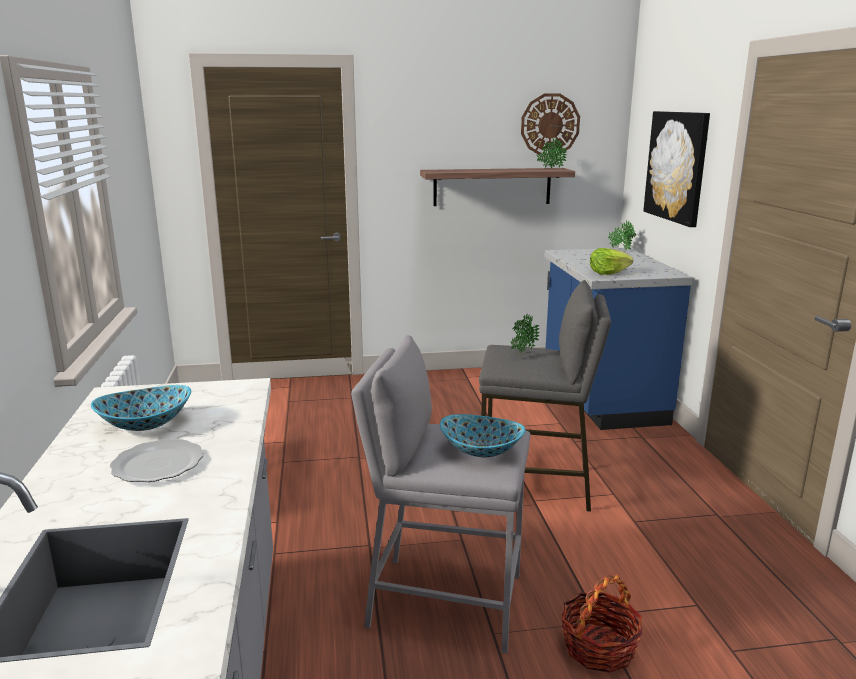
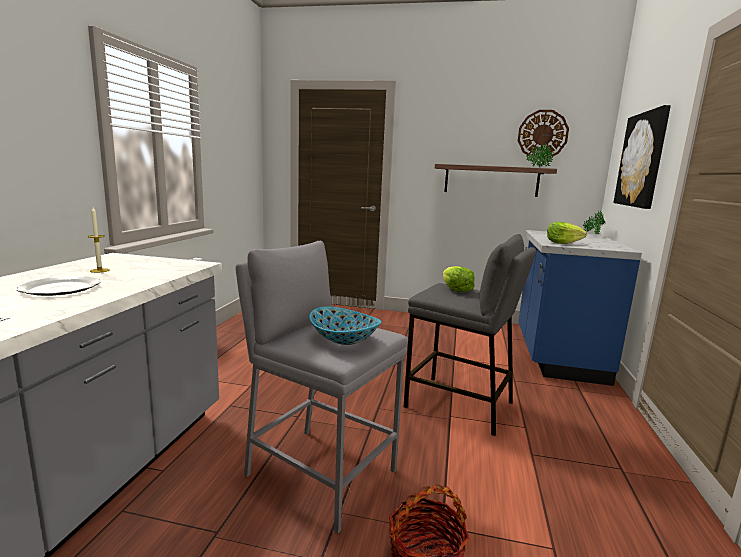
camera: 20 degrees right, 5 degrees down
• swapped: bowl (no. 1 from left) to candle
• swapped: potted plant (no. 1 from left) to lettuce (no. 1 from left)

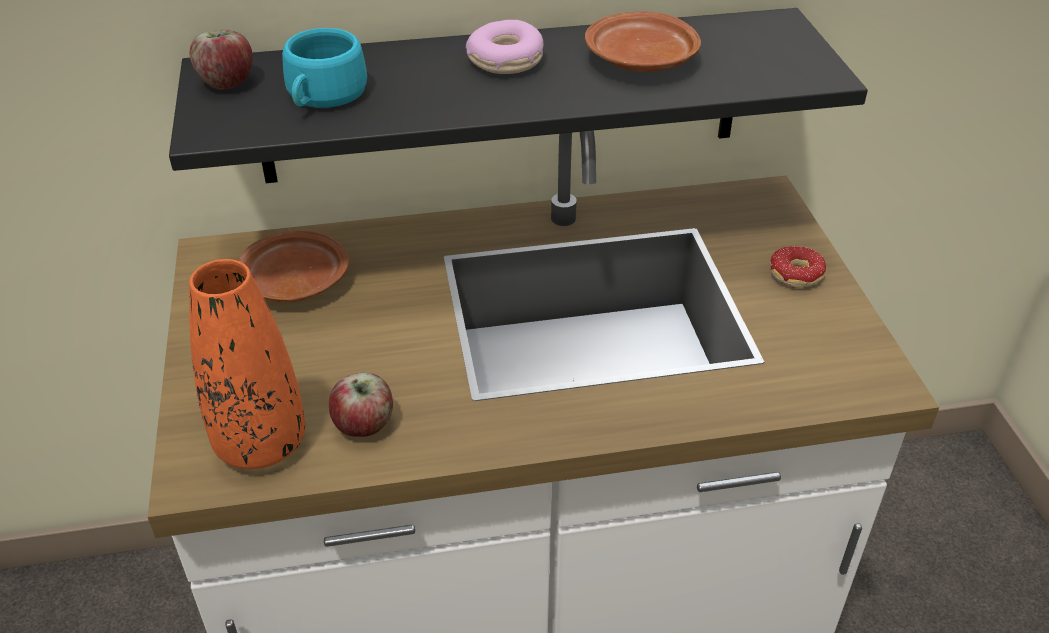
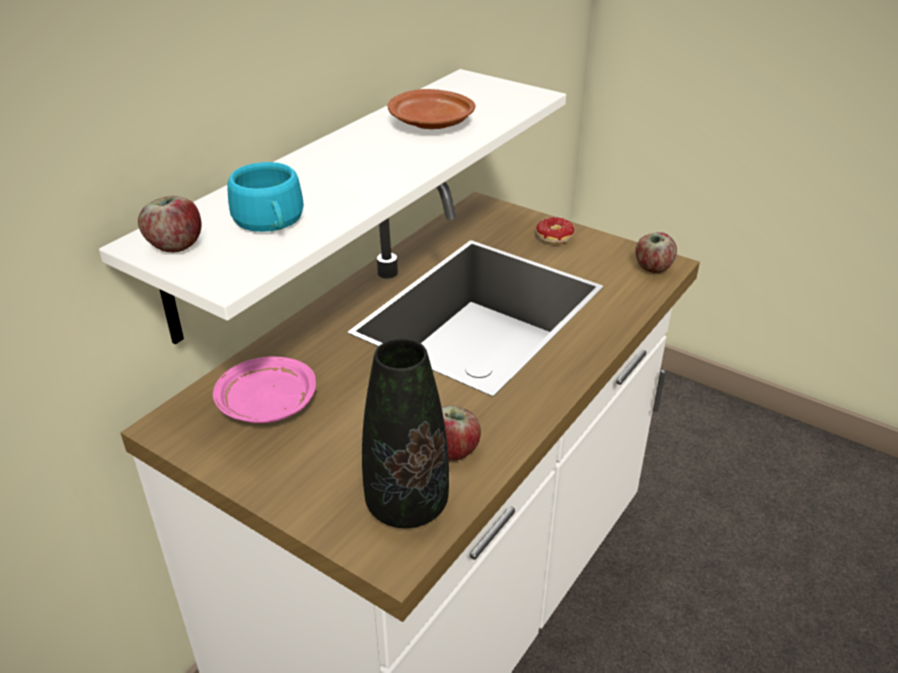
camera: 45 degrees left, 5 degrees down
• gone: donut (no. 1 from left)
• new: apple (no. 3 from left)
• repainted: shelf (black) to shelf (white)
• repainted: vase (orange) to vase (black)
• repainted: plate (brown) (no. 1 from left) to plate (pink)

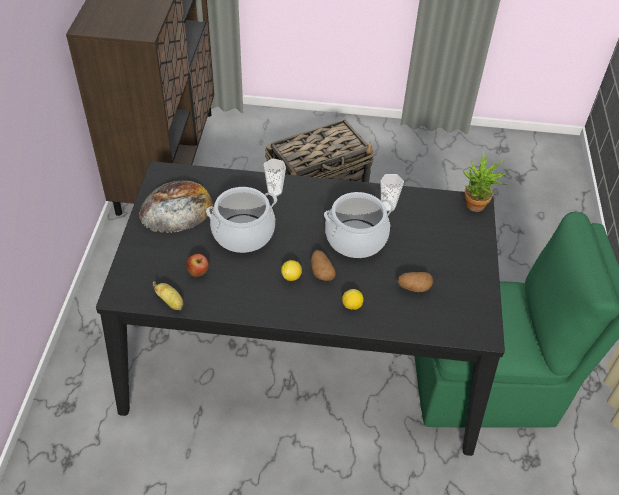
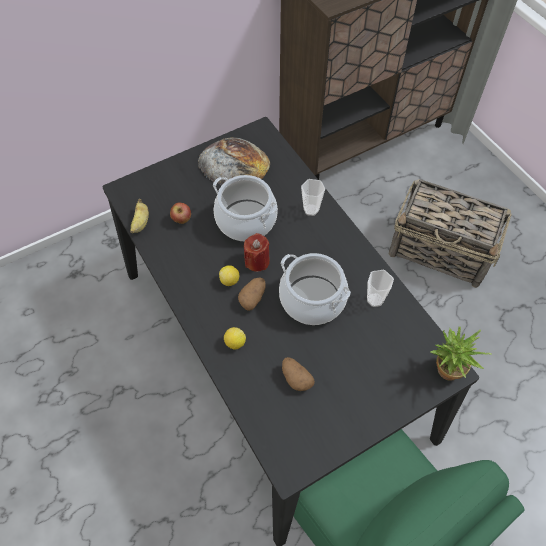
camera: 55 degrees right, 10 degrees up
• new: candle (red)

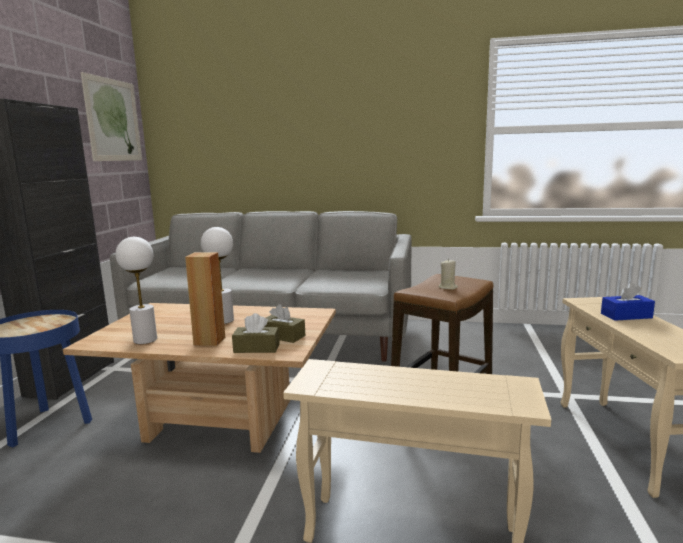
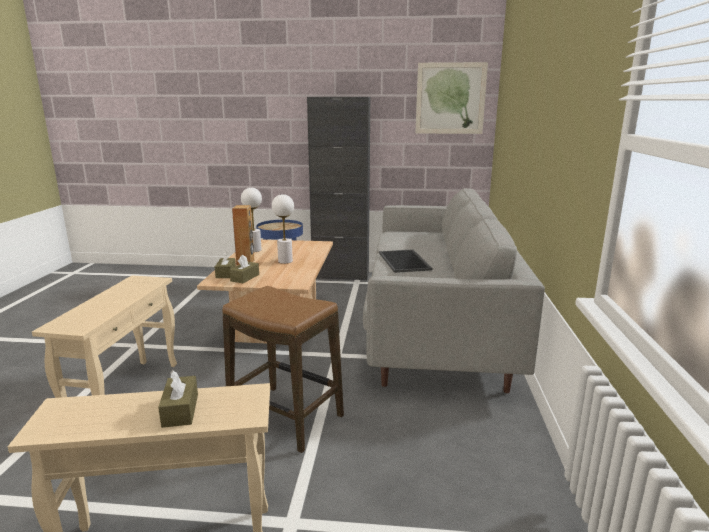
camera: 85 degrees right, 5 degrees up
• gone: candle (beige)
• new: tray
• repainted: tissue box (blue) to tissue box (brown) (no. 1 from left)

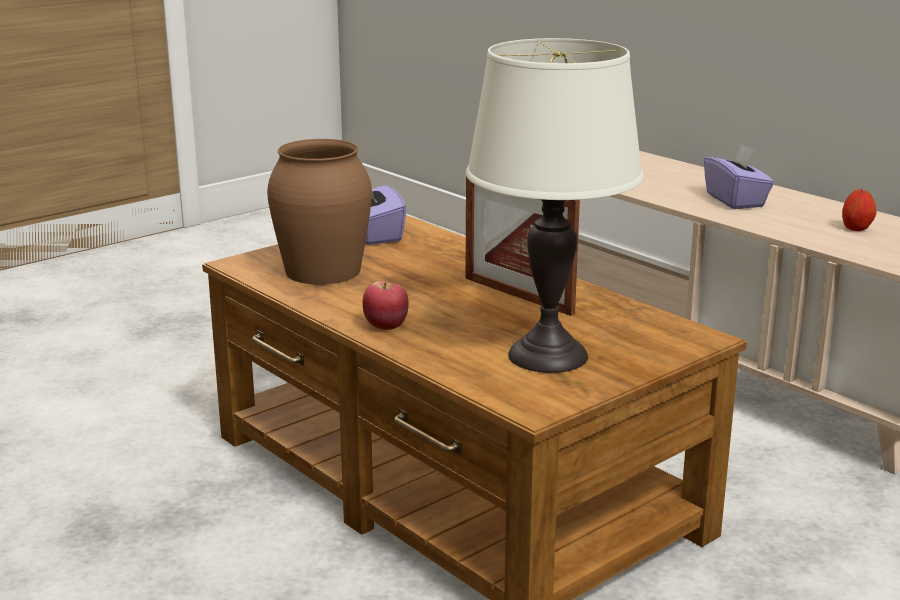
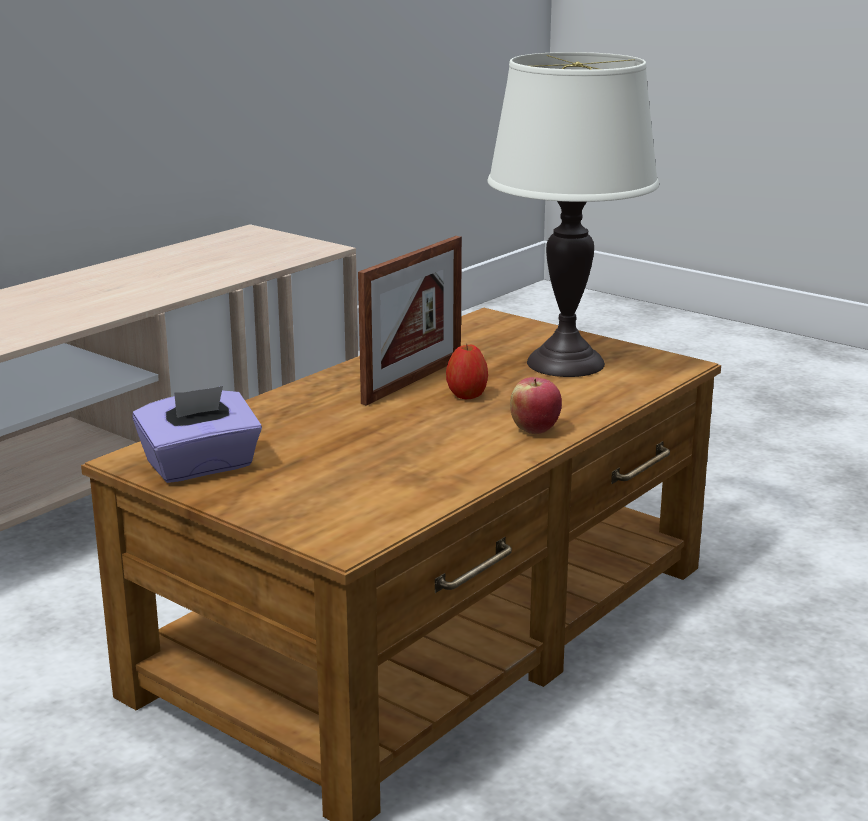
camera: 100 degrees left, 0 degrees up
• gone: vase (brown)
• gone: tissue box (purple) (no. 2 from left)
• shifted: apple (no. 2 from left in the first image) to apple (no. 1 from left)

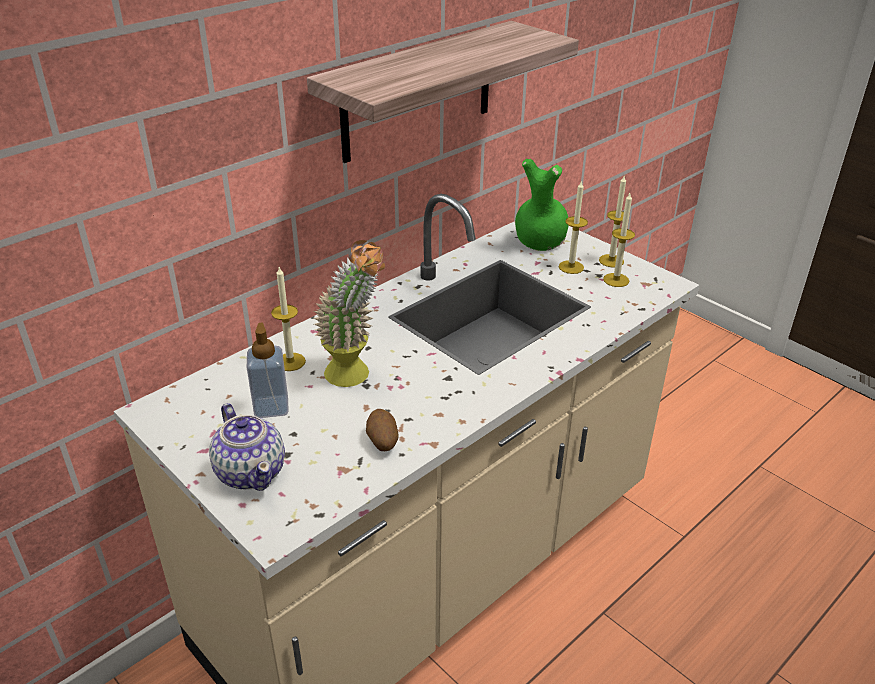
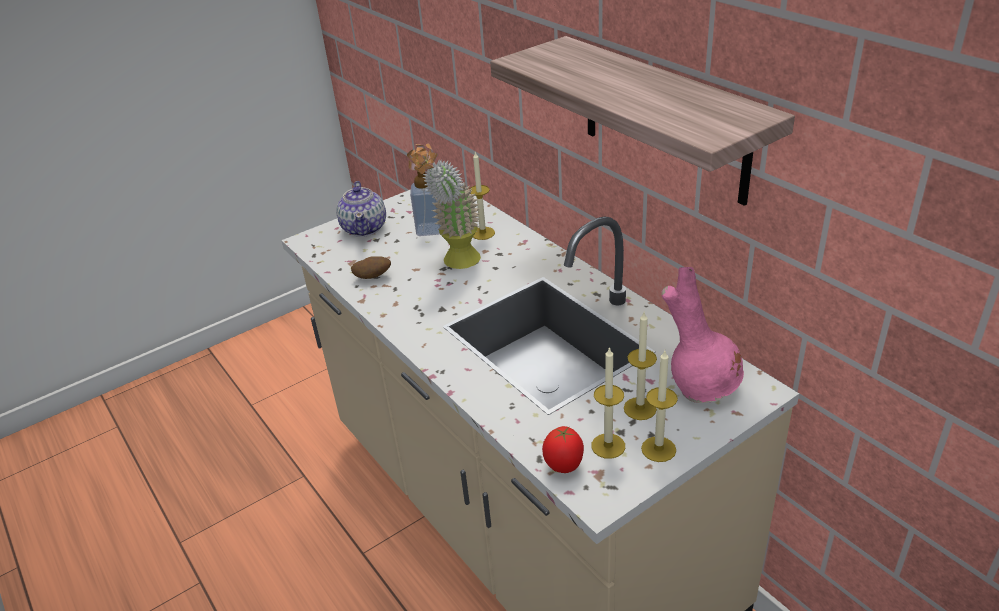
camera: 100 degrees right, 0 degrees up
• new: tomato
• repainted: vase (green) to vase (pink)
• rotated: teapot 75 degrees counterclockwise

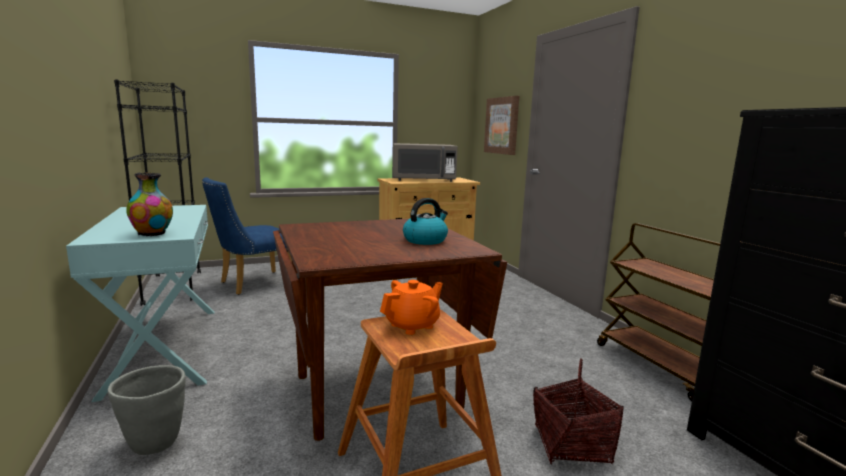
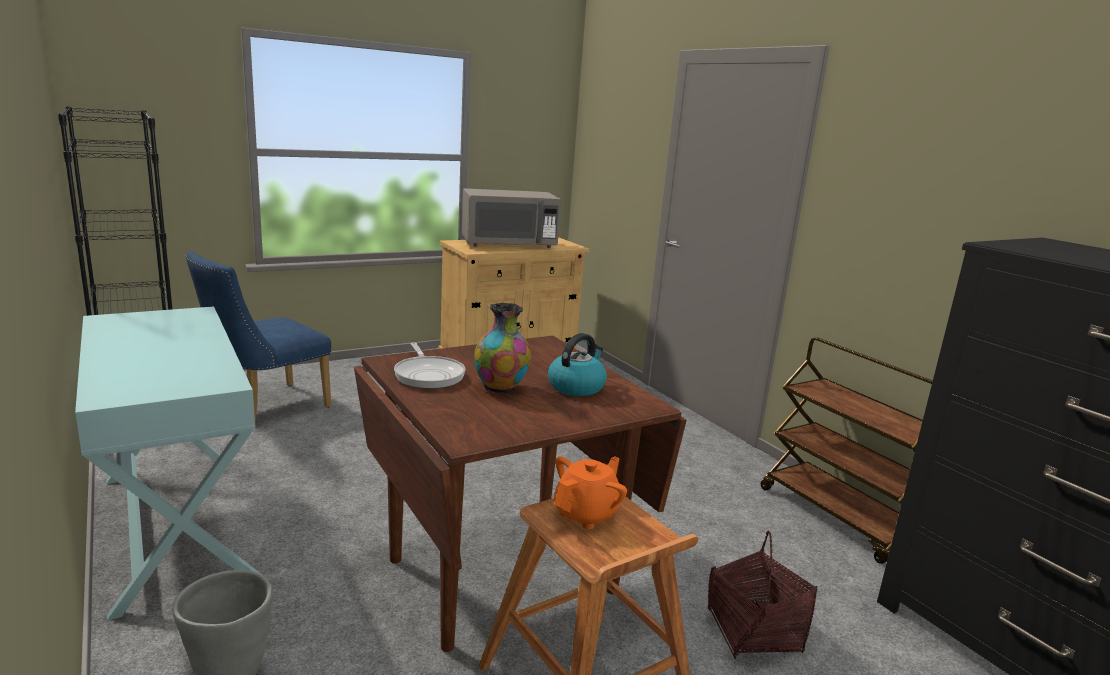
camera: 10 degrees left, 5 degrees up
• gone: picture
• new: frying pan
• shifted: vase

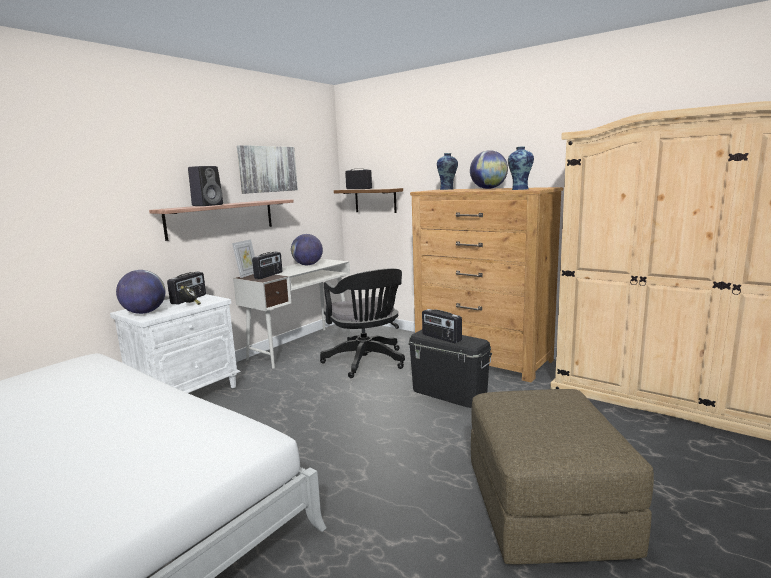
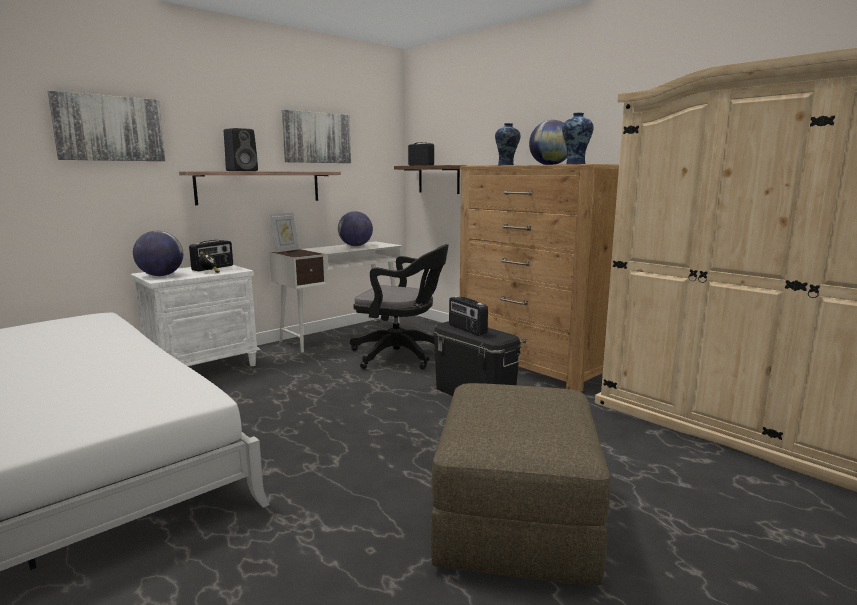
camera: 10 degrees right, 0 degrees up
• gone: radio (no. 2 from left)
• new: picture (no. 1 from left)
• rotated: office chair (black) 60 degrees counterclockwise

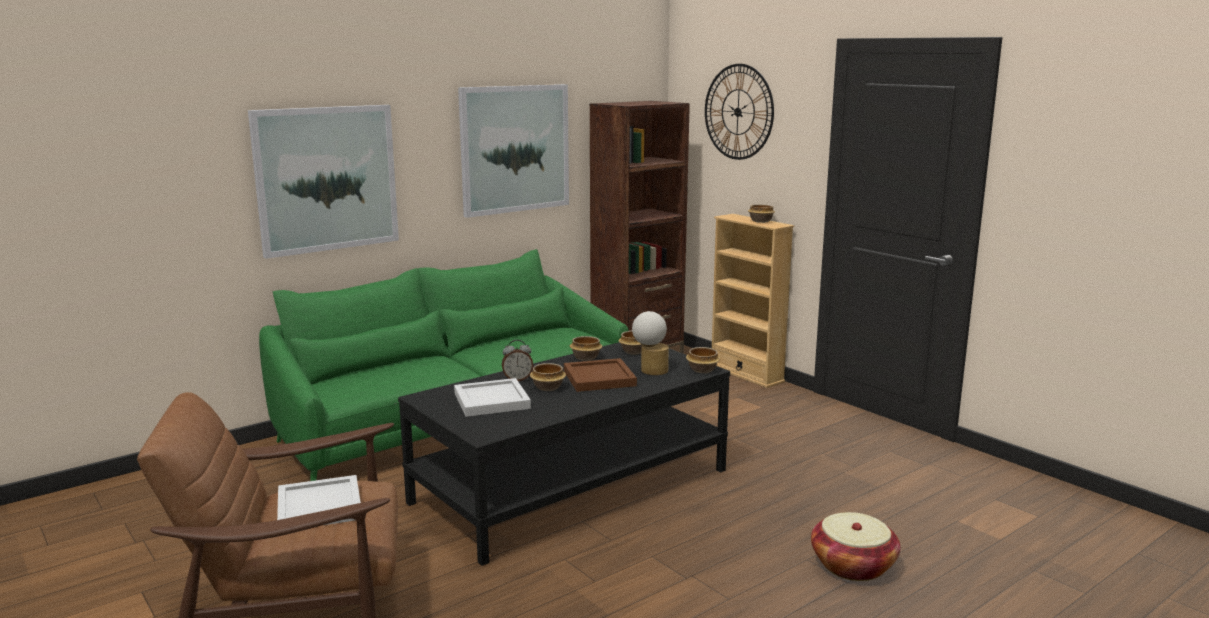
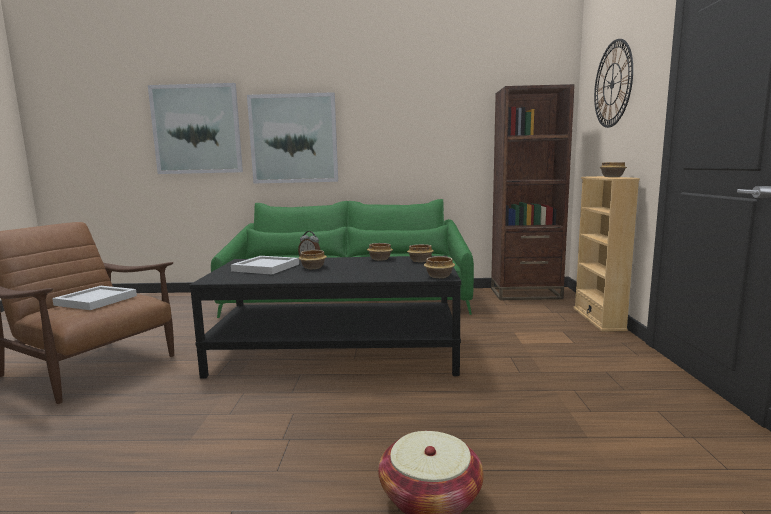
camera: 40 degrees right, 5 degrees down
• gone: tray (brown)
• gone: table lamp
• shifted: picture (no. 2 from left in the first image) to picture (no. 1 from left)

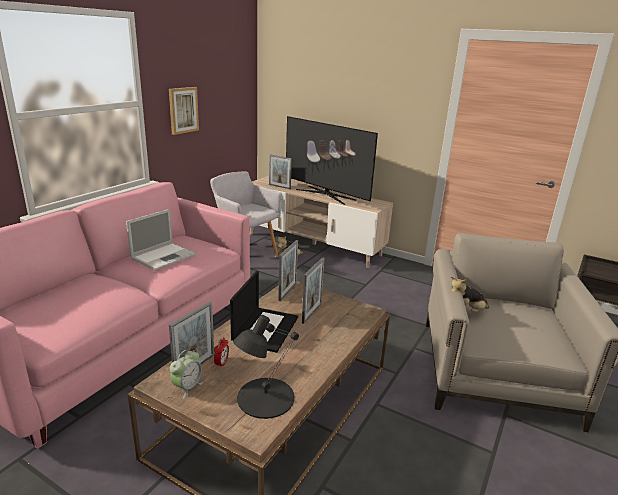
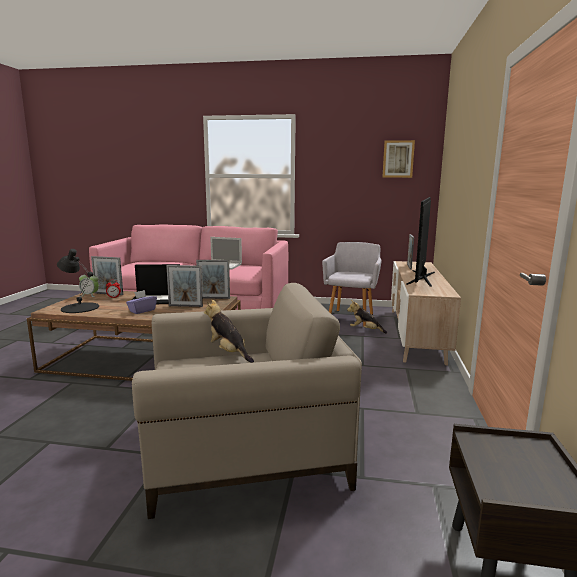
camera: 70 degrees right, 10 degrees down
• new: tissue box (purple)
• shifted: picture

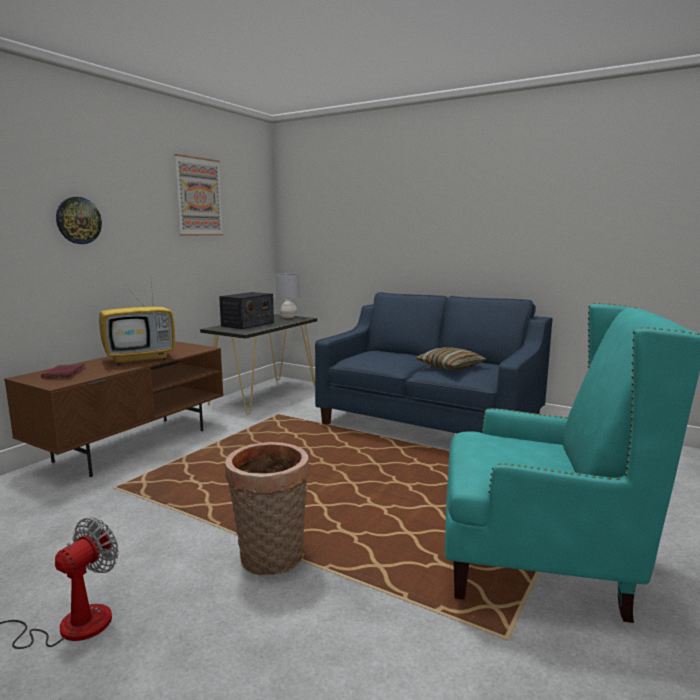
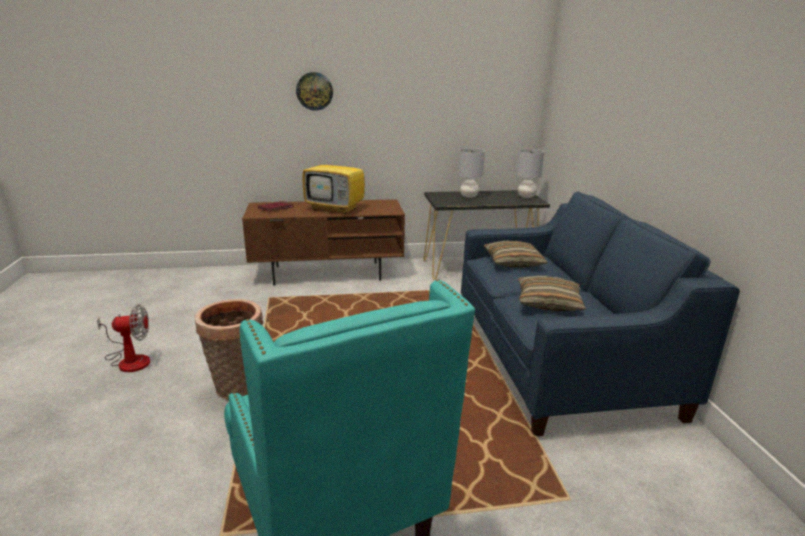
camera: 50 degrees right, 10 degrees up
• gone: picture
• new: pillow (no. 1 from left)
• swapped: radio to table lamp (grey) (no. 1 from left)

